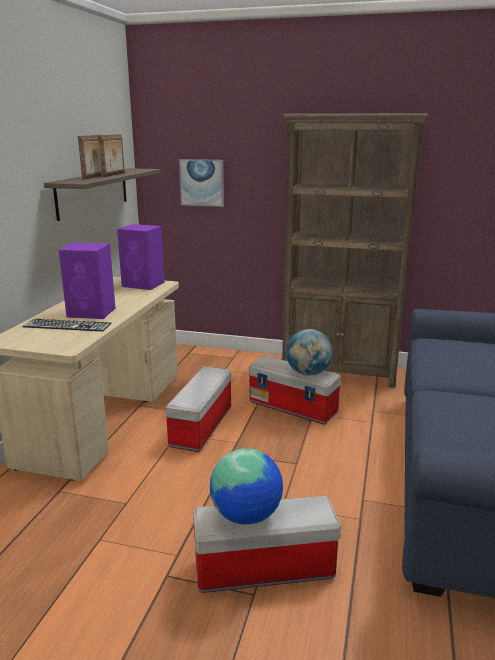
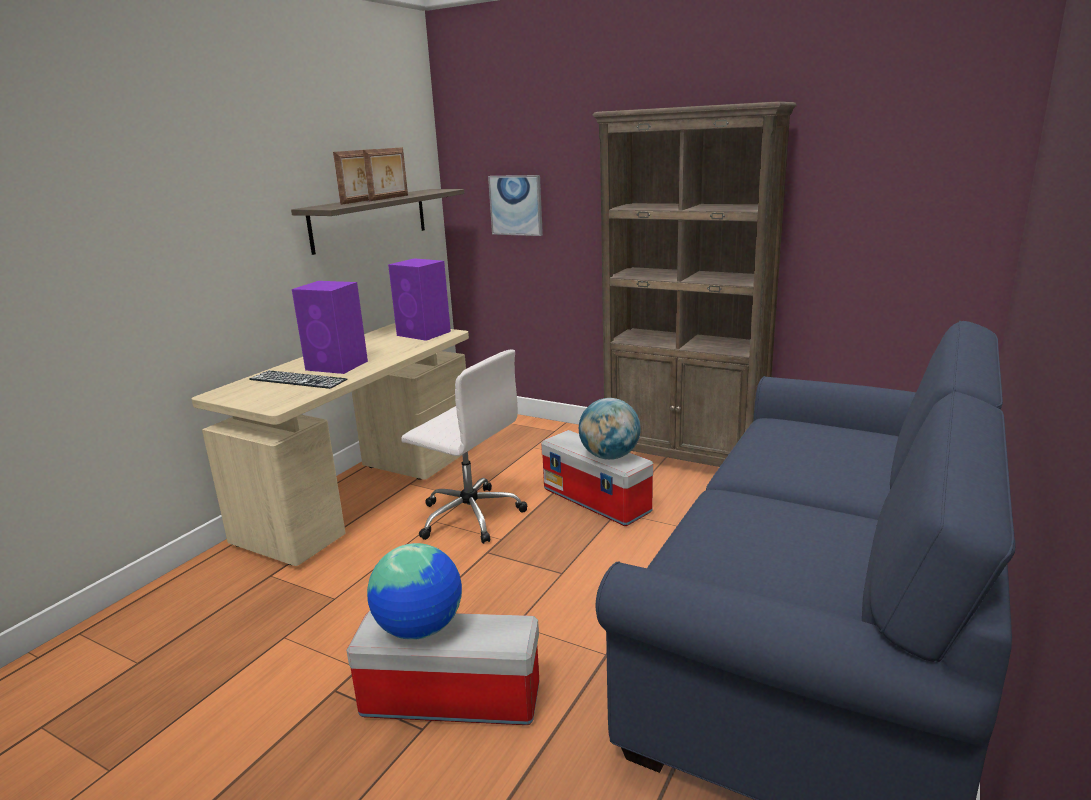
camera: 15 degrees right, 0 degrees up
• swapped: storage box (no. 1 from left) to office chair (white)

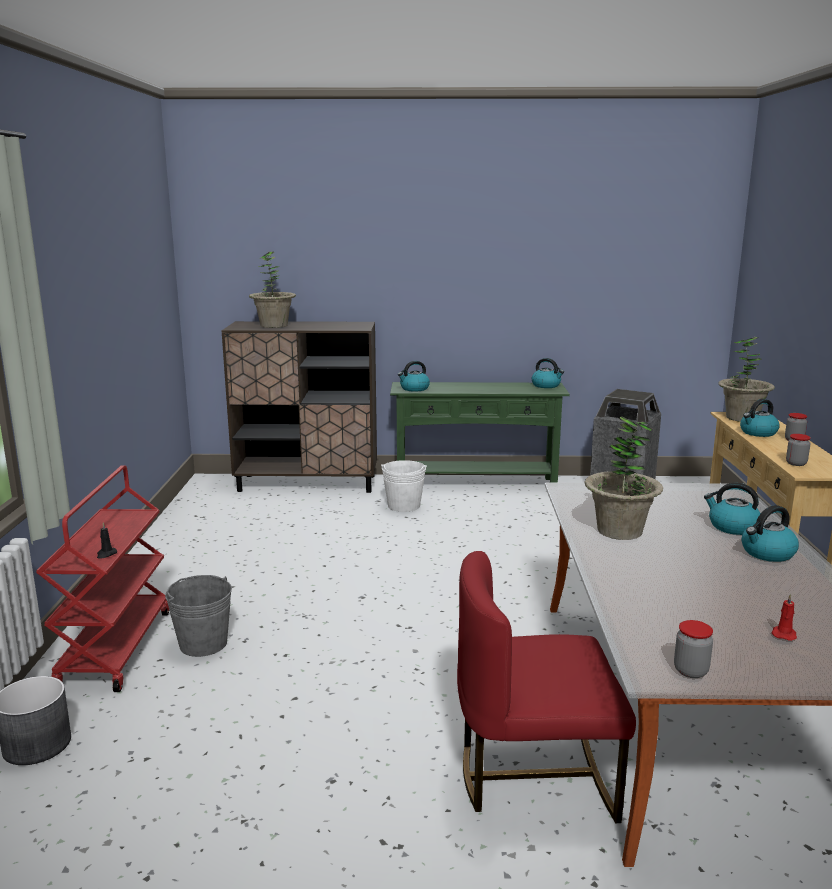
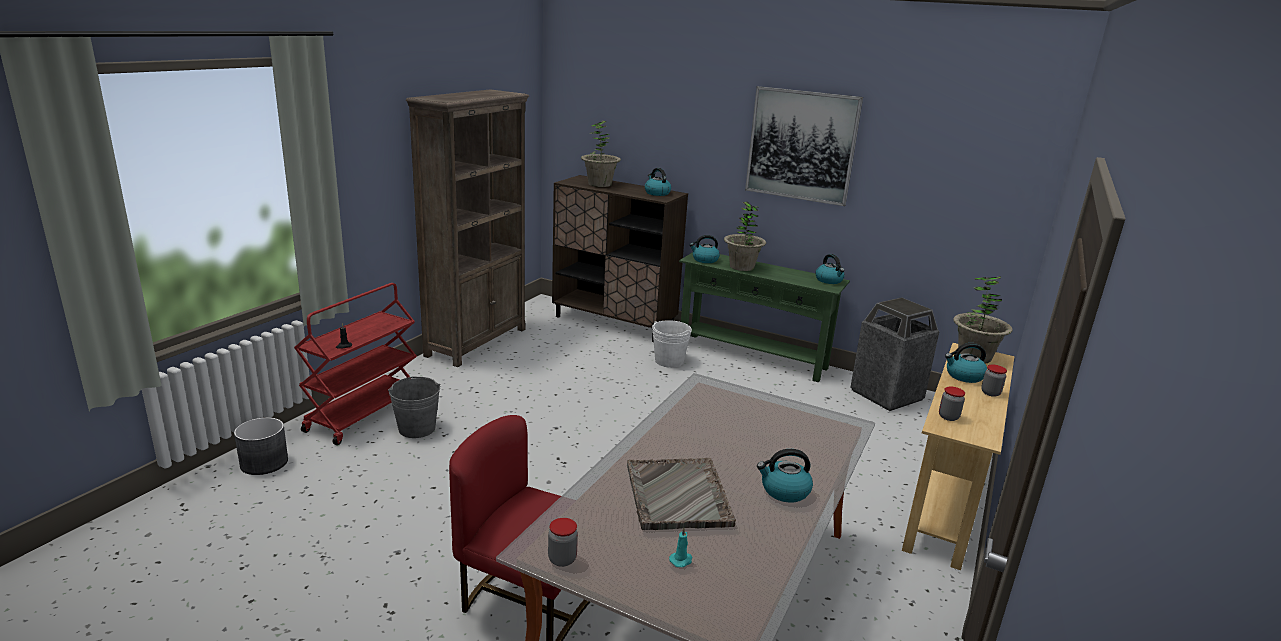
camera: 25 degrees right, 5 degrees up
• new: bookcase (brown)
• new: tray (grey)
• new: picture
• shifted: potted plant (no. 2 from left)
• shifted: kettle (no. 3 from left in the first image) to kettle (no. 1 from left)
• repainted: candle (red) to candle (turquoise)

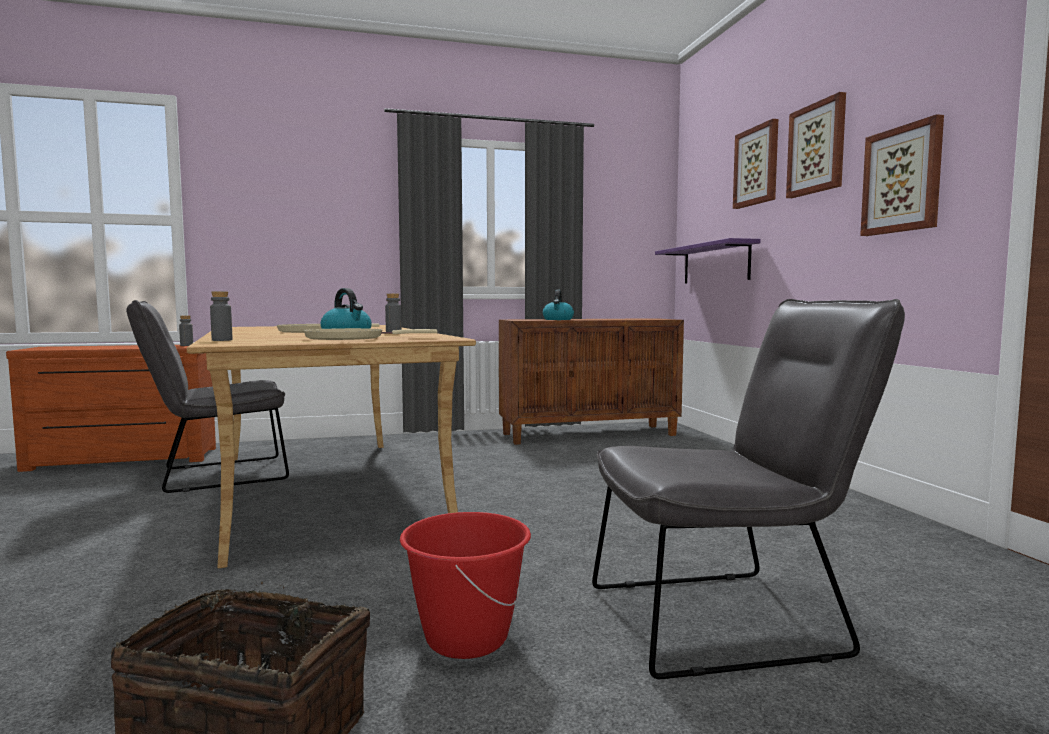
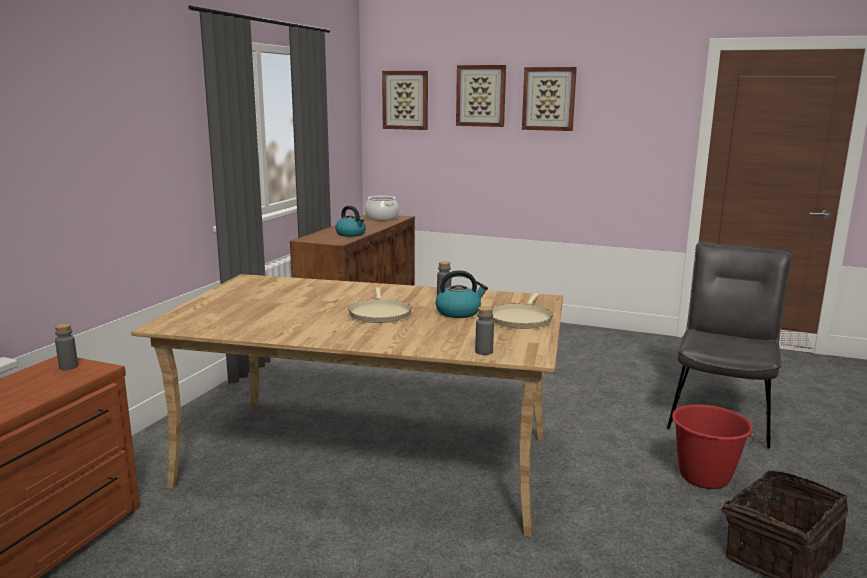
camera: 55 degrees left, 10 degrees up
• gone: chair (grey) (no. 1 from left)
• gone: shelf (purple)
• new: cooking pot
• shifted: picture (no. 3 from left in the first image) to picture (no. 1 from left)

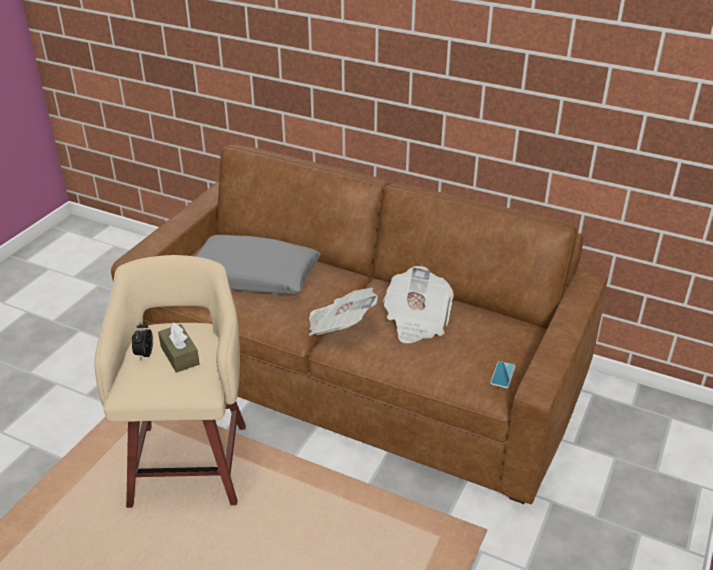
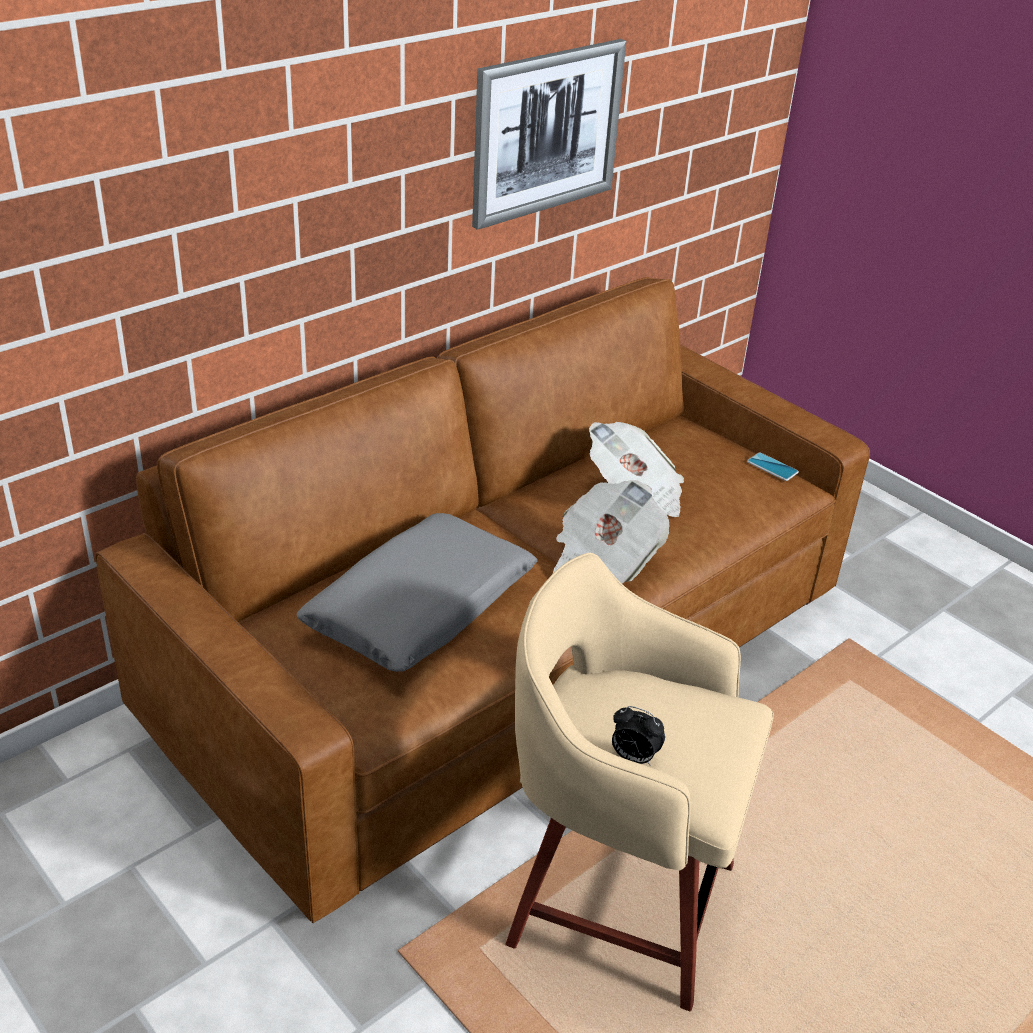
camera: 70 degrees left, 0 degrees up
• gone: tissue box (brown)
• new: picture

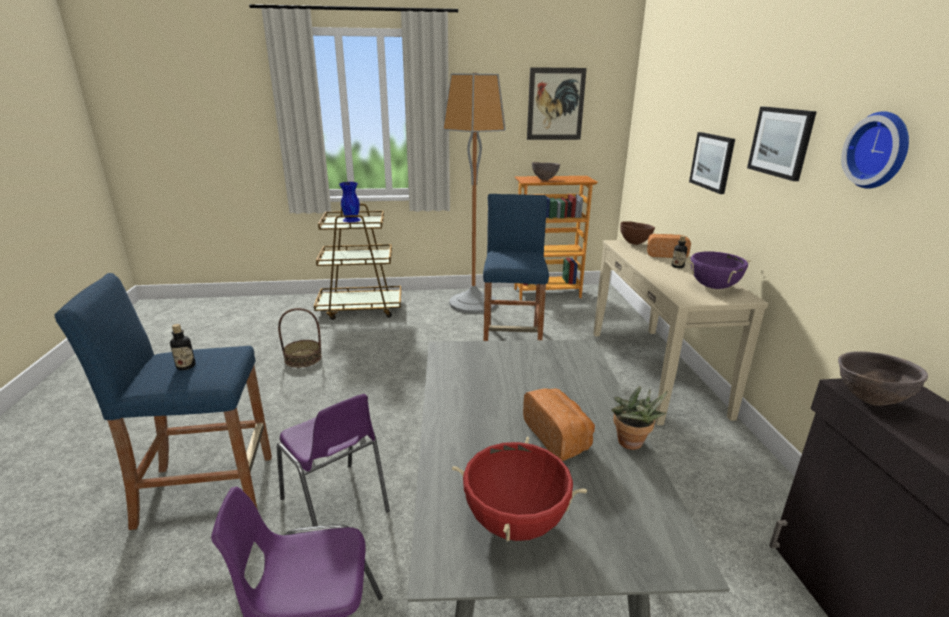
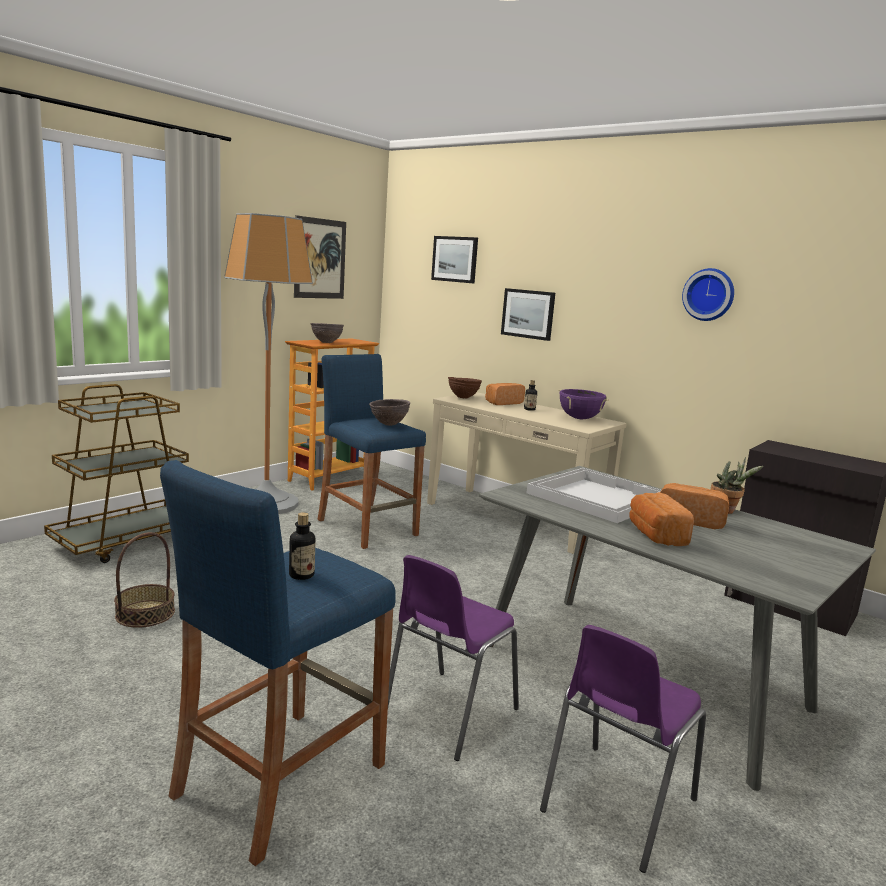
camera: 45 degrees left, 10 degrees down
• gone: vase (blue)
• gone: cooking pot (red)
• new: tray (white)
• new: bread (no. 2 from left)
• shifted: picture (no. 3 from left in the first image) to picture (no. 2 from left)
• shifted: bowl (brown) (no. 3 from left in the first image) to bowl (brown) (no. 2 from left)
• rotated: chair (purple) (no. 2 from left in the first image) 120 degrees clockwise

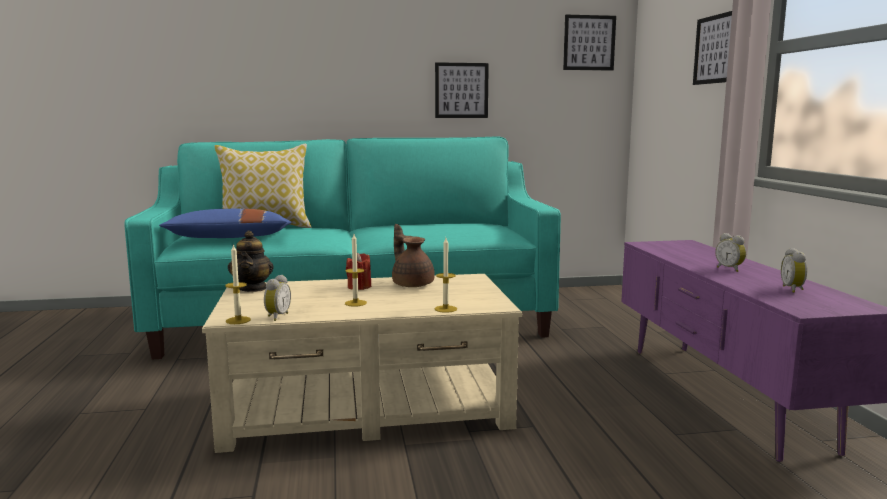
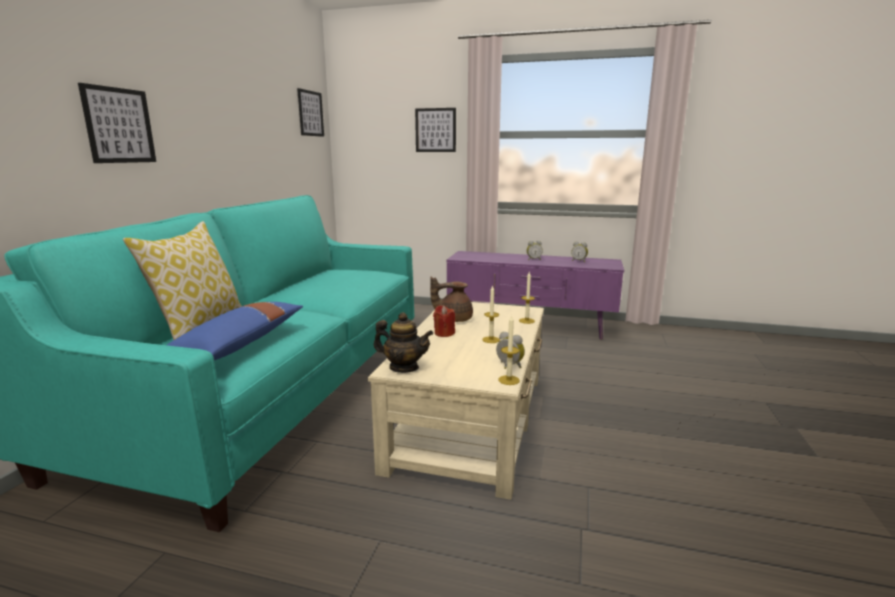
camera: 65 degrees left, 5 degrees up
• shifted: picture (no. 1 from left)

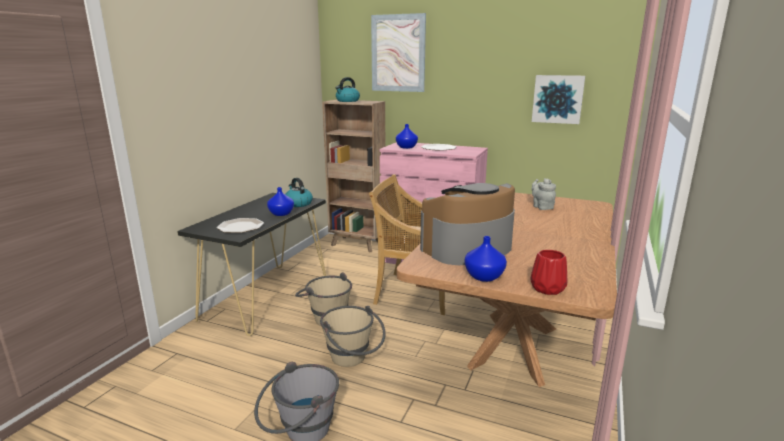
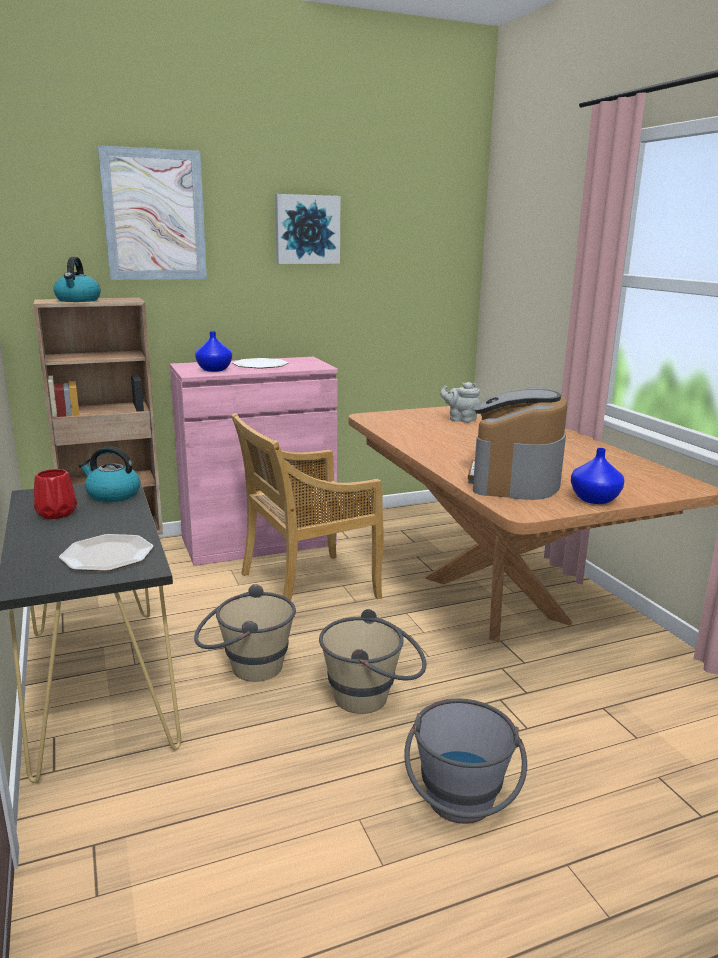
camera: 45 degrees left, 0 degrees up
• gone: vase (blue) (no. 1 from left)
• shifted: vase (red)
• shifted: picture (no. 2 from left)

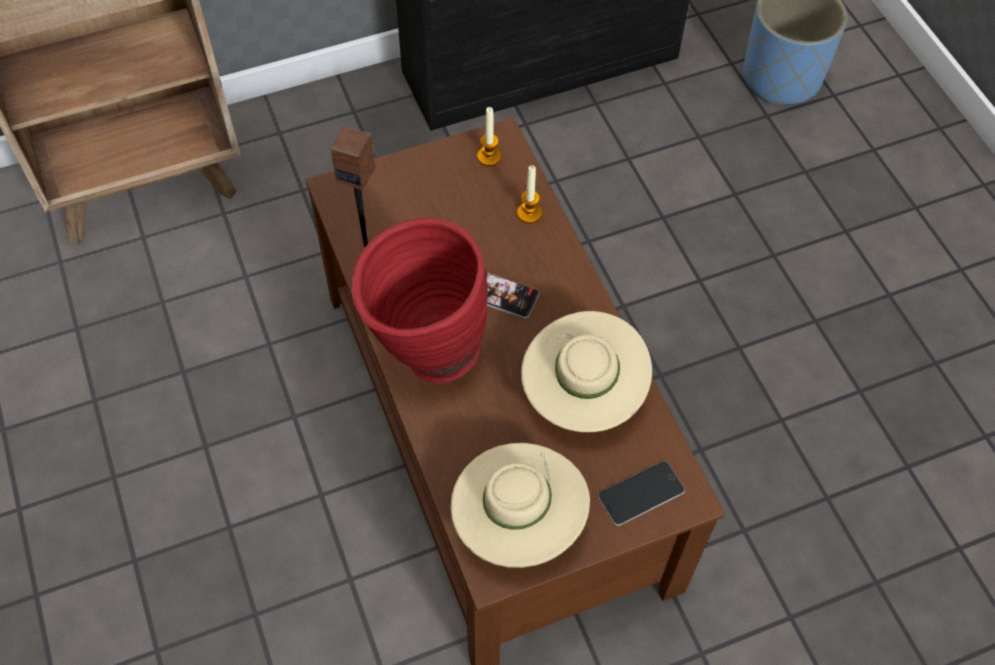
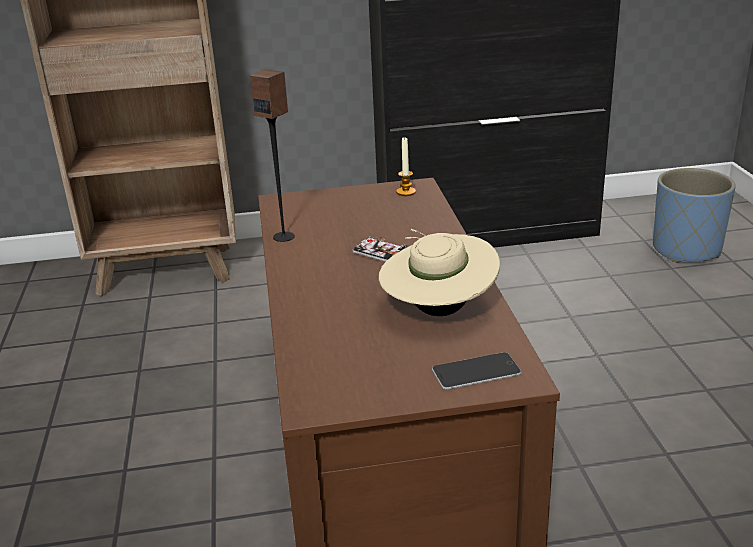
camera: 15 degrees right, 30 degrees down
• gone: vase (red)
• gone: hat (beige) (no. 1 from left)
• gone: candle (no. 2 from left)

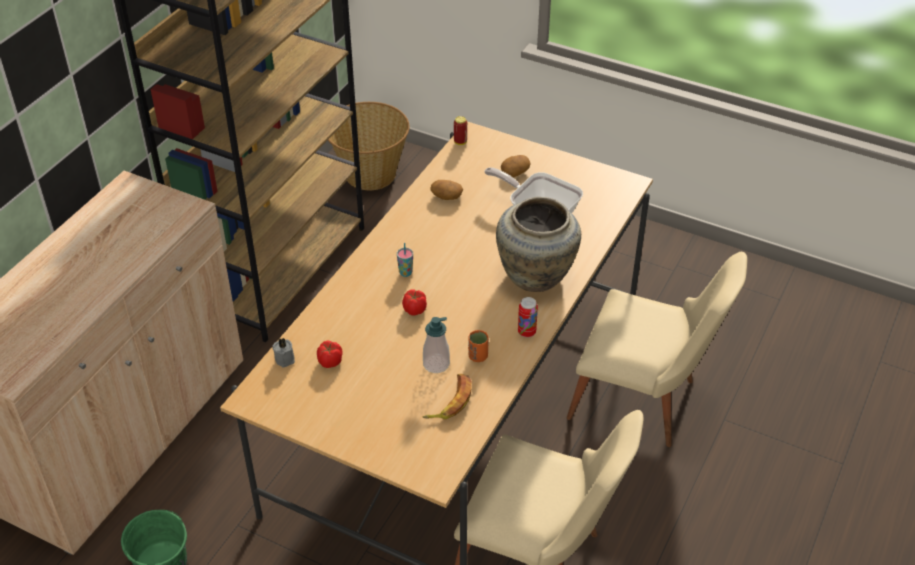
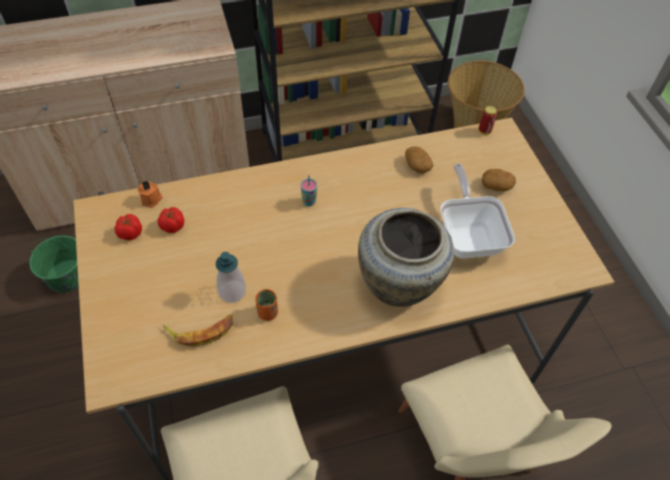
camera: 45 degrees right, 10 degrees up
• gone: can (no. 2 from left)
• shifted: tomato (no. 2 from left in the first image) to tomato (no. 1 from left)
• repainted: candle (grey) to candle (orange)

